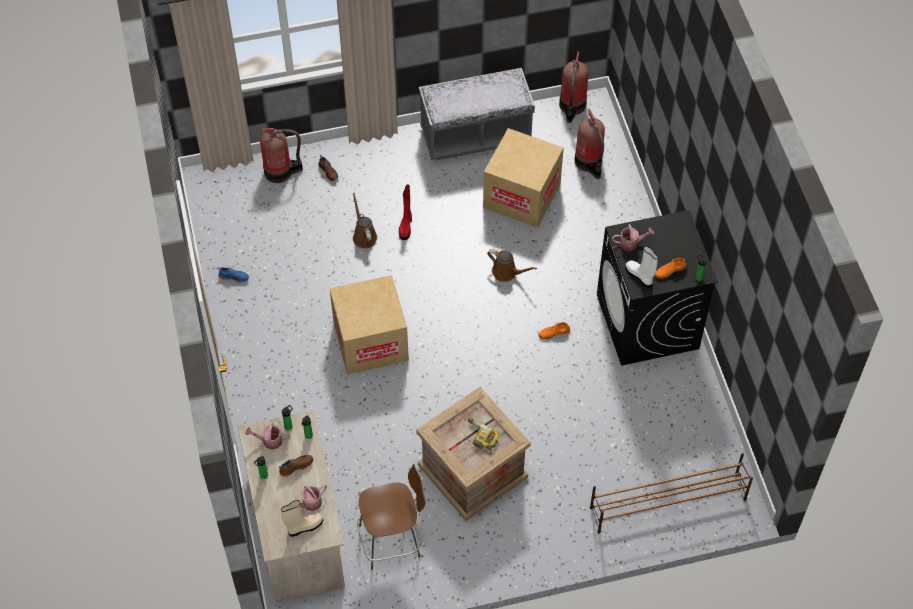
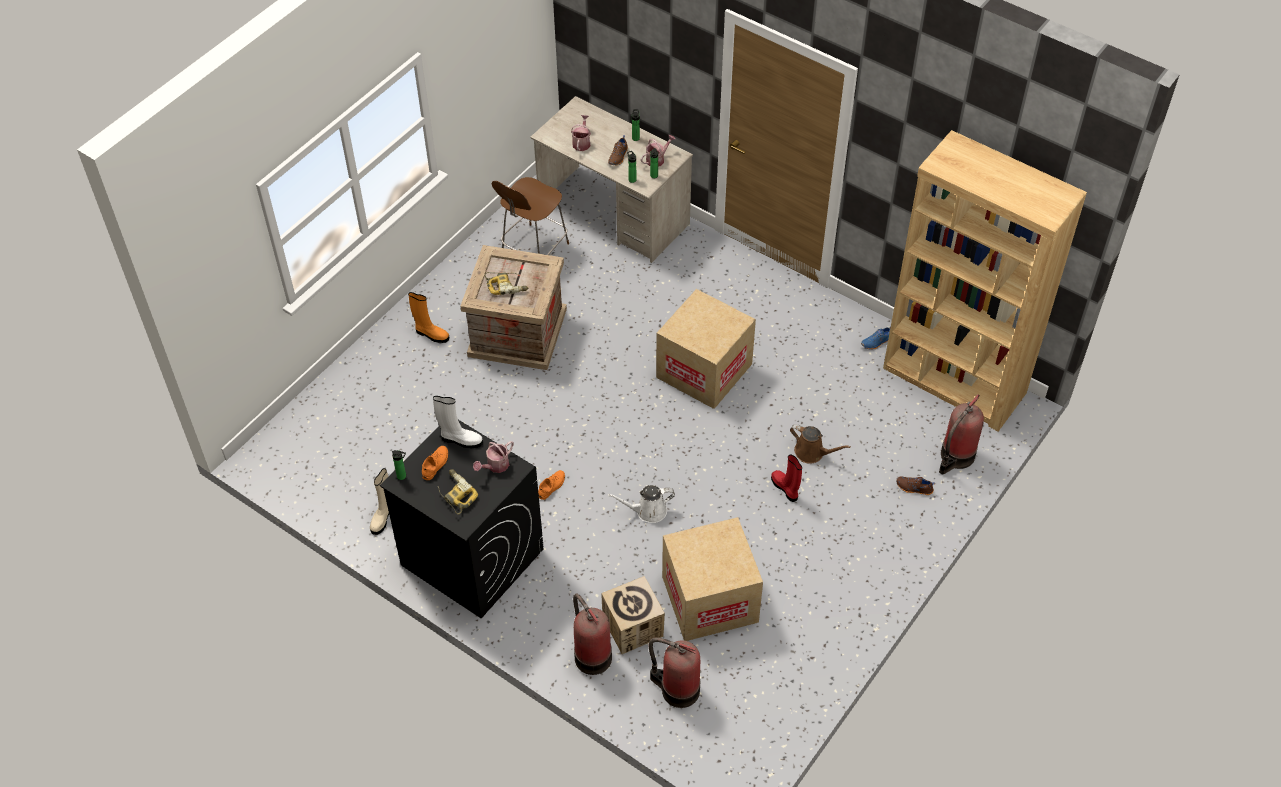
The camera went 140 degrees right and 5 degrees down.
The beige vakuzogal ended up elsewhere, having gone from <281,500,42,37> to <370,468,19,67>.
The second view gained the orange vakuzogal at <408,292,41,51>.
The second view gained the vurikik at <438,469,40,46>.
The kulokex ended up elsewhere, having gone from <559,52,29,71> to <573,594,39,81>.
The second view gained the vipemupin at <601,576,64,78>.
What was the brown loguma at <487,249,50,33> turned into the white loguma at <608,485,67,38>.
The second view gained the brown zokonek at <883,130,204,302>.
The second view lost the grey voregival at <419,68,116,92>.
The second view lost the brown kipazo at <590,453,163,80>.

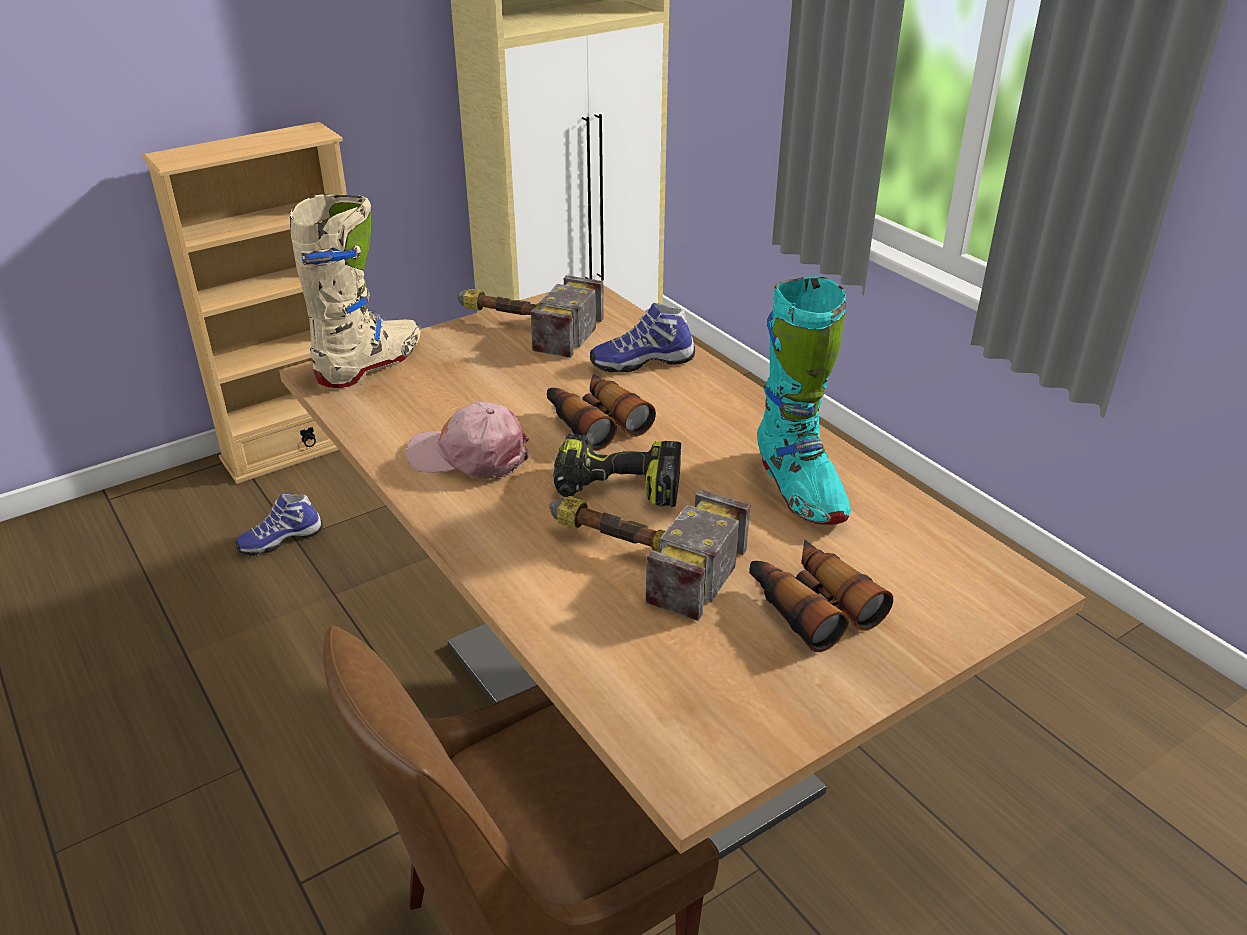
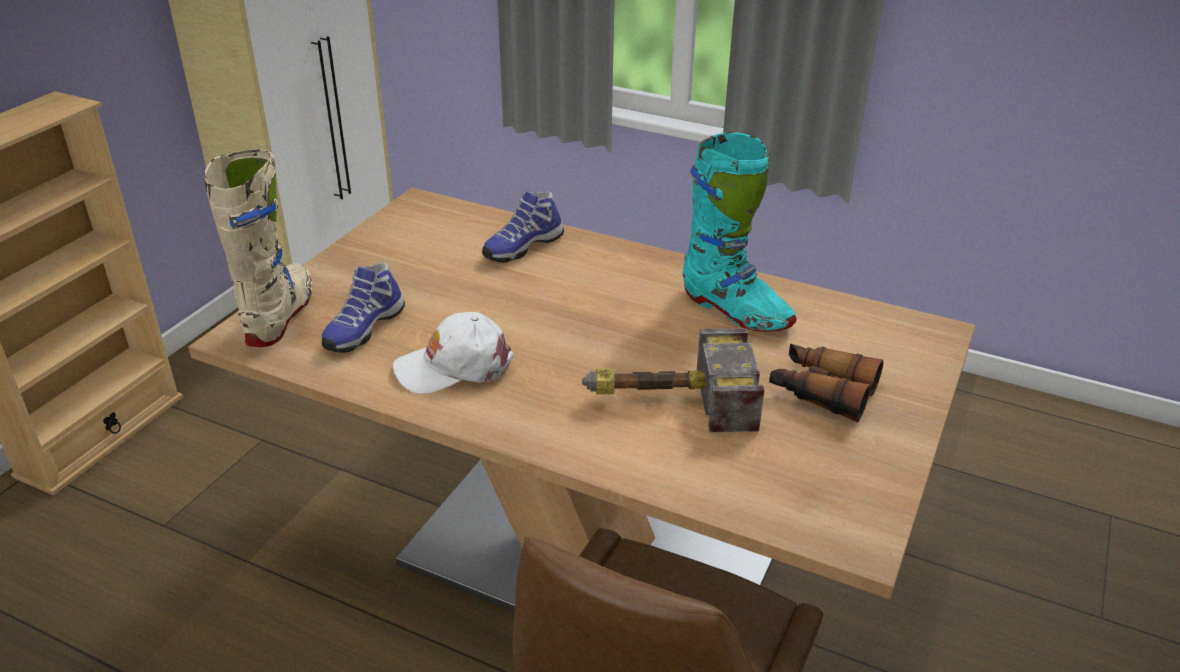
The camera went 30 degrees left and 0 degrees up.
The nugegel ended up elsewhere, having gone from <235,494,88,62> to <322,263,83,90>.
What was the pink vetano at <406,402,123,77> turned into the white vetano at <393,312,121,82>.
The second view lost the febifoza at <457,275,147,83>.
The second view lost the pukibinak at <547,374,109,77>.
The second view lost the vurikik at <553,434,128,73>.

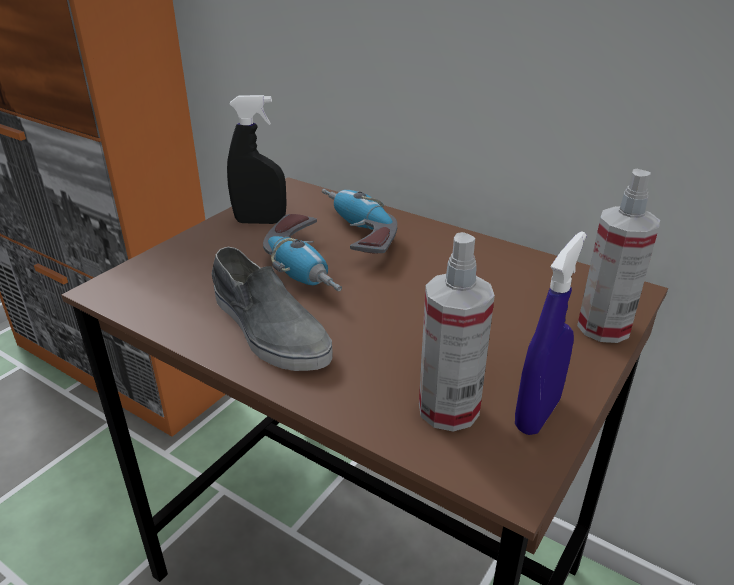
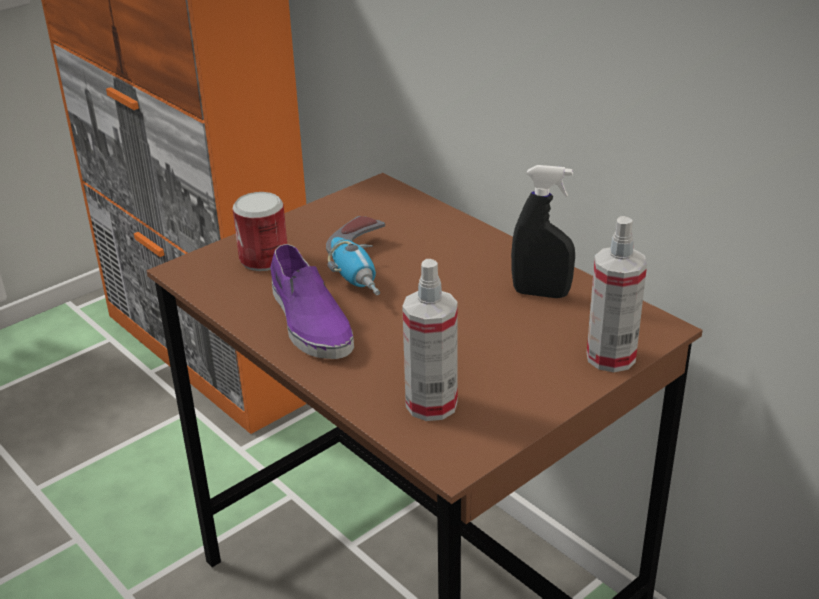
The camera went 15 degrees right and 0 degrees up.
The second view gained the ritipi at <233,192,54,79>.
What was the grey nugegel at <212,247,121,124> turned into the purple nugegel at <270,244,84,115>.
The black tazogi ended up elsewhere, having gone from <227,95,60,129> to <511,165,64,133>.
The second view lost the vurikik at <322,189,75,65>.
The second view lost the blue tazogi at <515,231,72,204>.

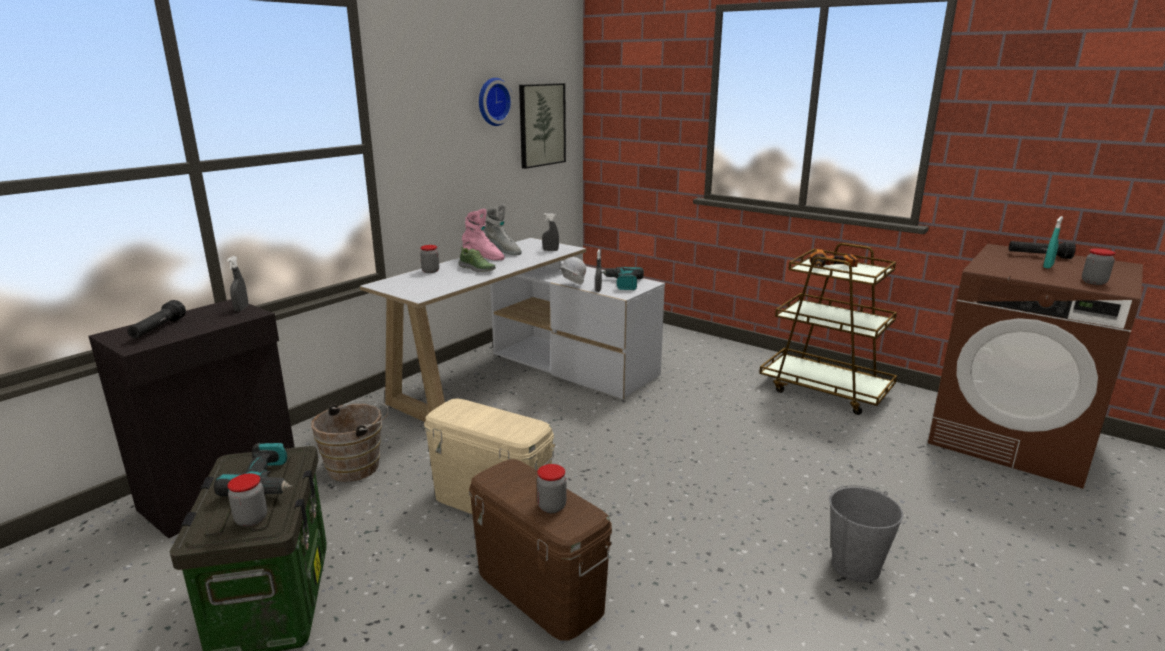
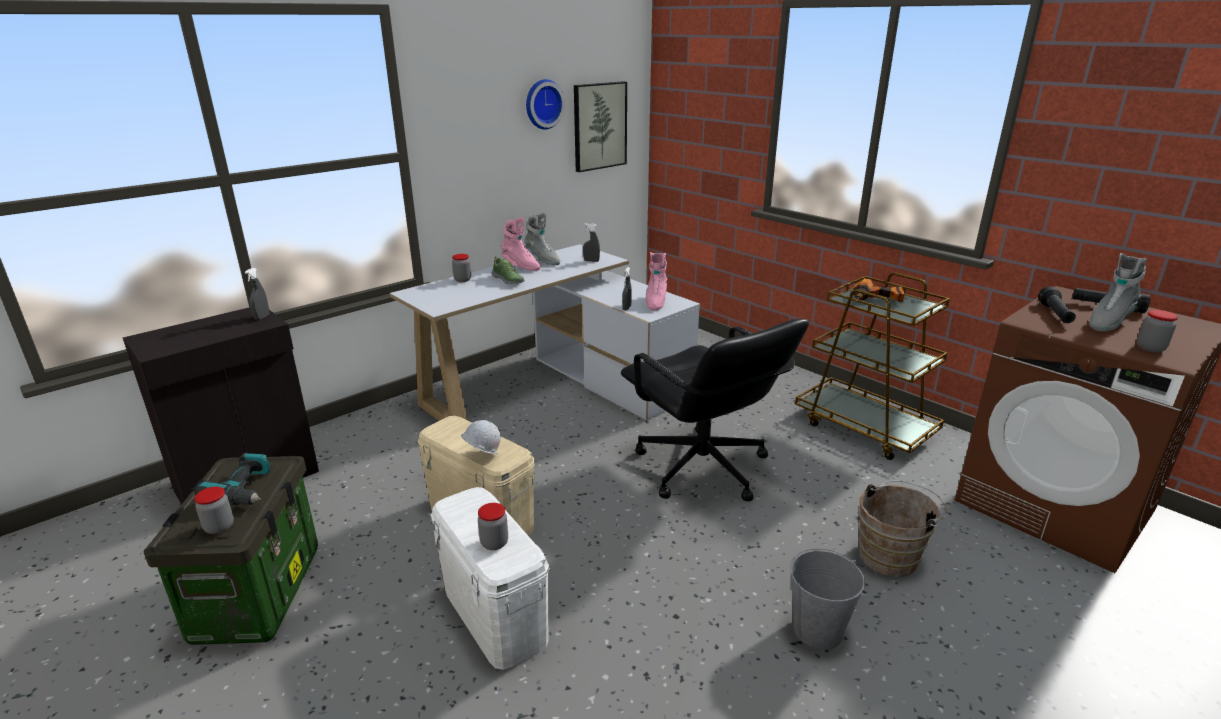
The camera went 10 degrees right and 5 degrees up.
What was the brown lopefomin at <469,459,143,182> turned into the white lopefomin at <431,487,119,183>.
The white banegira ended up elsewhere, having gone from <559,257,27,28> to <461,420,40,34>.
The second view gained the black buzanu at <621,319,188,183>.
Where the vurikik stood at <602,267,42,23>, the pink vakuzogal came to stand at <645,252,22,59>.
The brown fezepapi ended up elsewhere, having gone from <311,400,78,82> to <858,480,89,97>.
The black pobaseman ended up elsewhere, having gone from <127,300,59,39> to <1038,286,38,37>.
Where the turquoise tazogi stood at <1043,216,20,52>, the grey vakuzogal came to stand at <1089,253,58,79>.

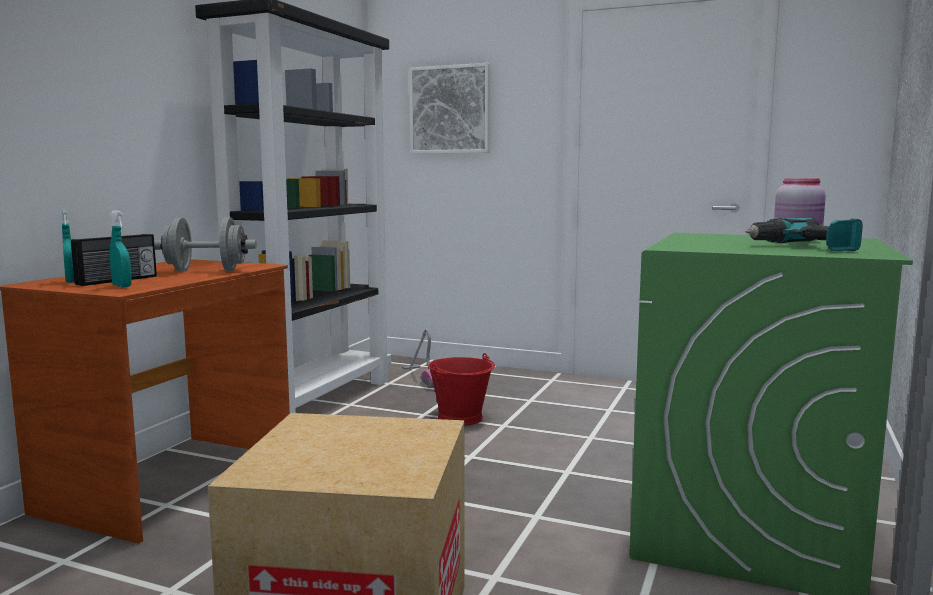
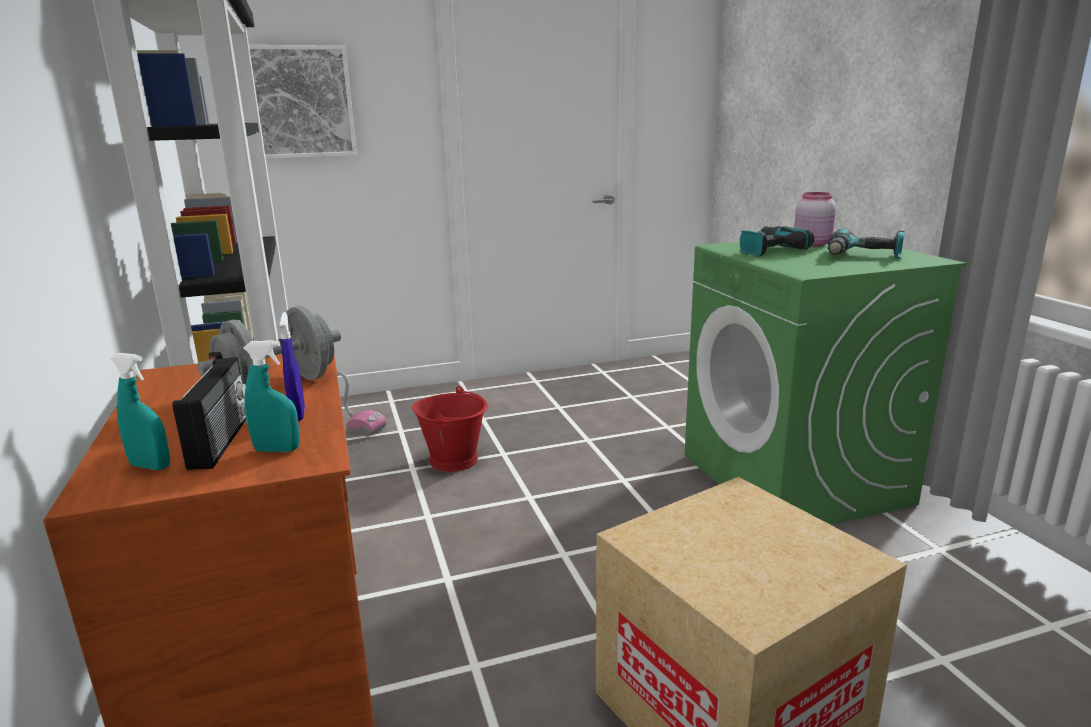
The camera went 40 degrees left and 10 degrees up.
The second view gained the blue tazogi at <280,312,25,109>.
The second view gained the vurikik at <739,226,75,30>.

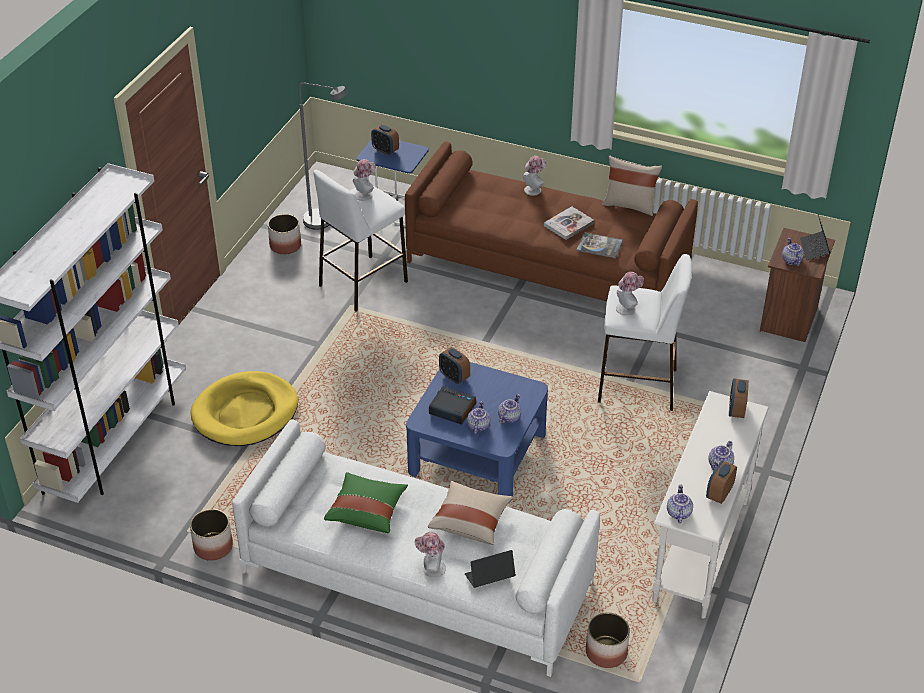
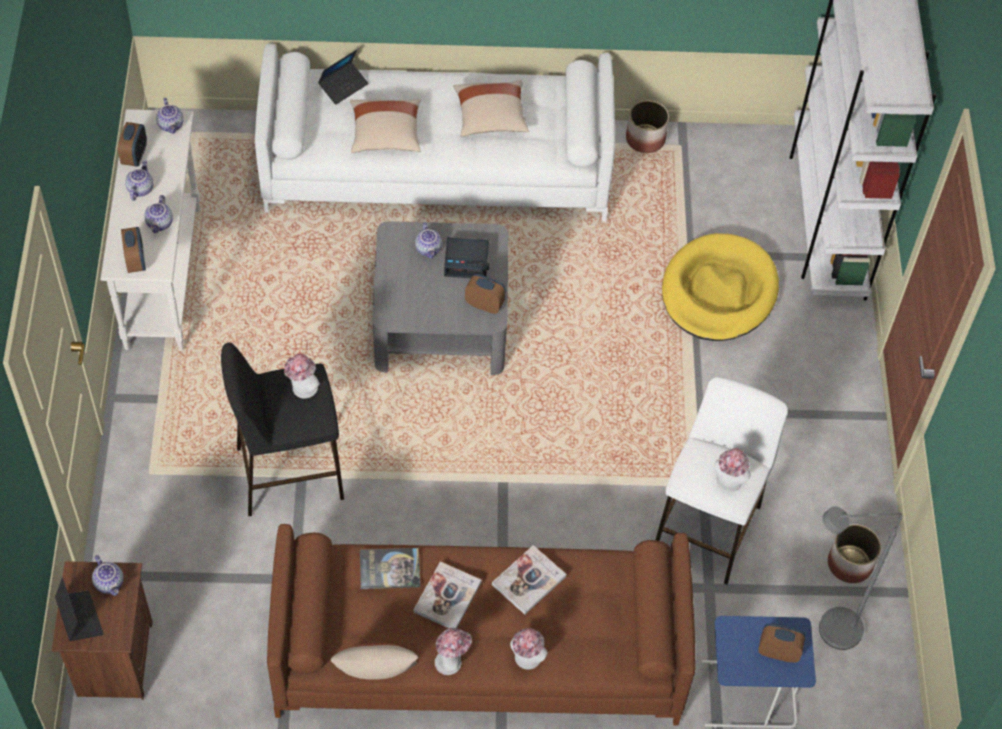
The camera went 155 degrees right and 15 degrees up.
The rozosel ended up elsewhere, having gone from <498,394,23,30> to <144,195,29,38>.
What was the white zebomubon at <598,254,94,157> turned into the black zebomubon at <221,342,123,174>.
What was the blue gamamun at <406,362,142,140> turned into the grey gamamun at <372,221,136,154>.
The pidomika ended up elsewhere, having gone from <415,532,31,46> to <435,627,37,48>.
What was the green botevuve at <324,472,84,61> turned into the beige botevuve at <453,80,76,57>.
The second view gained the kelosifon at <492,545,74,69>.
The second view lost the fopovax at <586,612,44,56>.

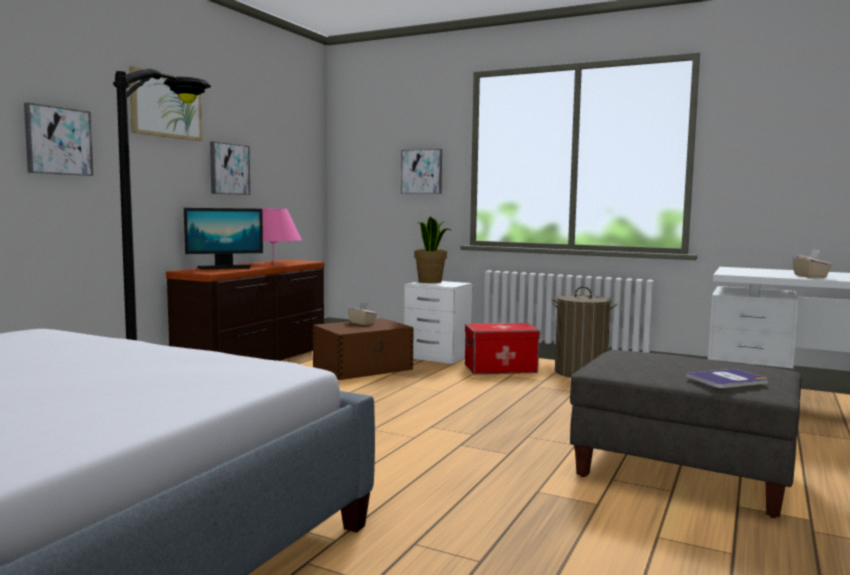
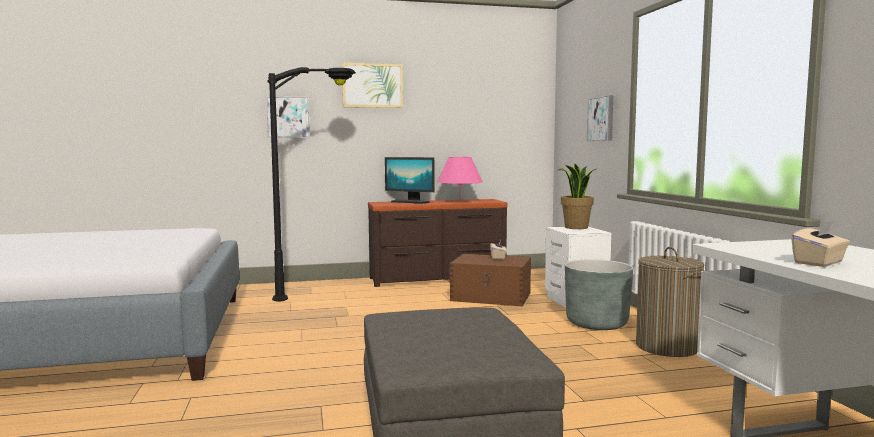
The camera went 50 degrees right and 0 degrees up.
Where the lopefomin stood at <465,323,75,51>, the grey fopovax came to stand at <565,259,68,71>.
The second view lost the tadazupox at <210,141,40,54>.
The second view lost the kelosifon at <686,369,82,19>.

